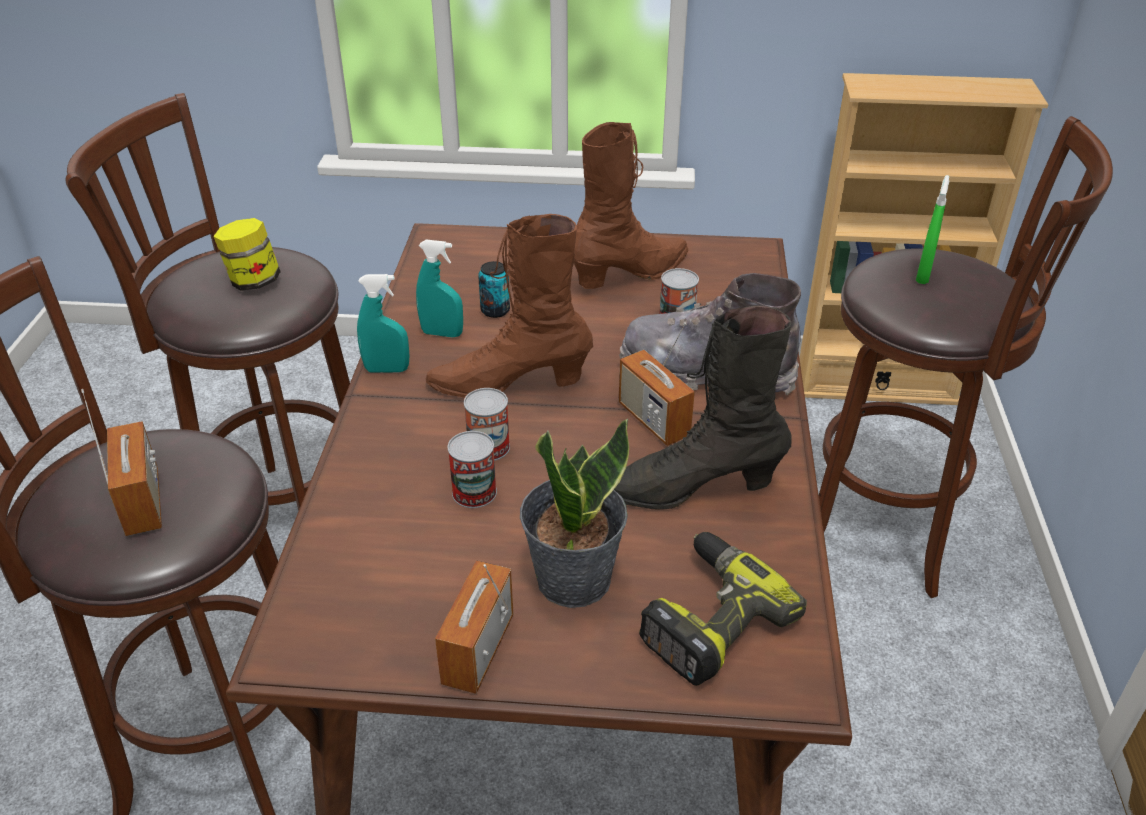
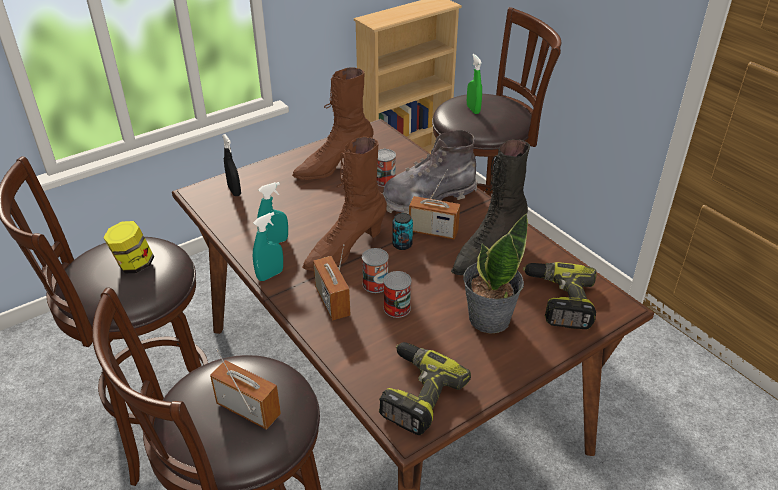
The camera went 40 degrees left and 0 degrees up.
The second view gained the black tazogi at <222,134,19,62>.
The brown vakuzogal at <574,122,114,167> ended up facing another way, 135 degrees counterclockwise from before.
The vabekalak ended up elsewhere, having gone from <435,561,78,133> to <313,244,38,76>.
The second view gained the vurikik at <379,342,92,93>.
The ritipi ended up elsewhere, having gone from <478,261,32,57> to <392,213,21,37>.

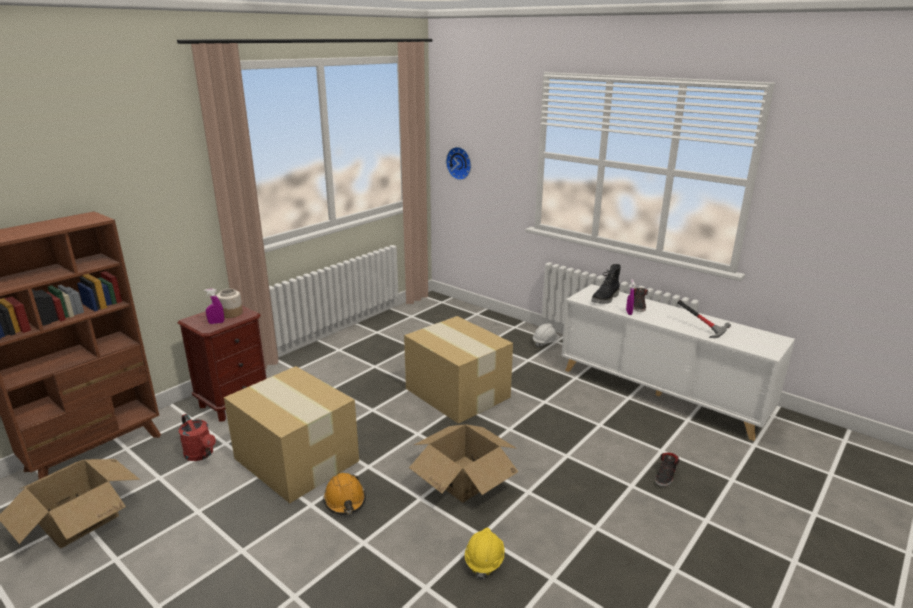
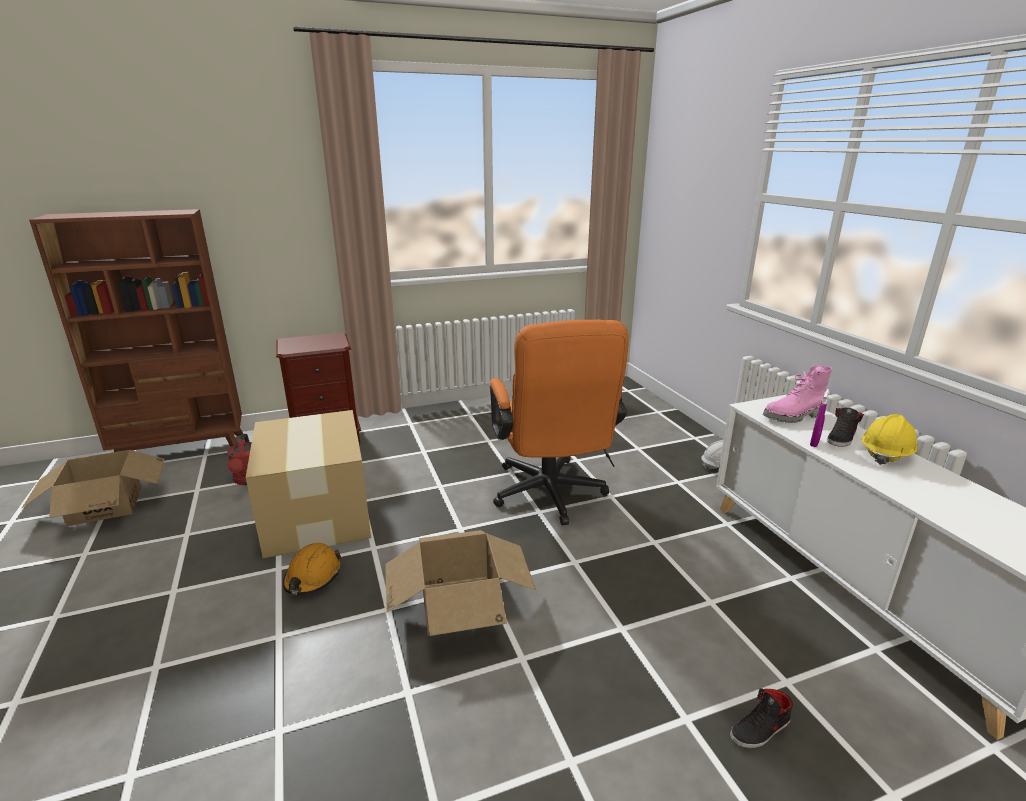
The camera went 30 degrees right and 0 degrees up.
Where the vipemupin stood at <404,316,109,108>, the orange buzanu came to stand at <490,320,139,205>.
What was the black vakuzogal at <591,264,30,40> turned into the pink vakuzogal at <763,366,69,57>.
The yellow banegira ended up elsewhere, having gone from <465,528,39,51> to <862,414,56,51>.
The second view lost the purple tazogi at <204,289,20,35>.
The second view lost the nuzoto at <217,289,26,29>.
The second view lost the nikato at <446,147,25,33>.
The second view lost the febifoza at <677,300,54,38>.

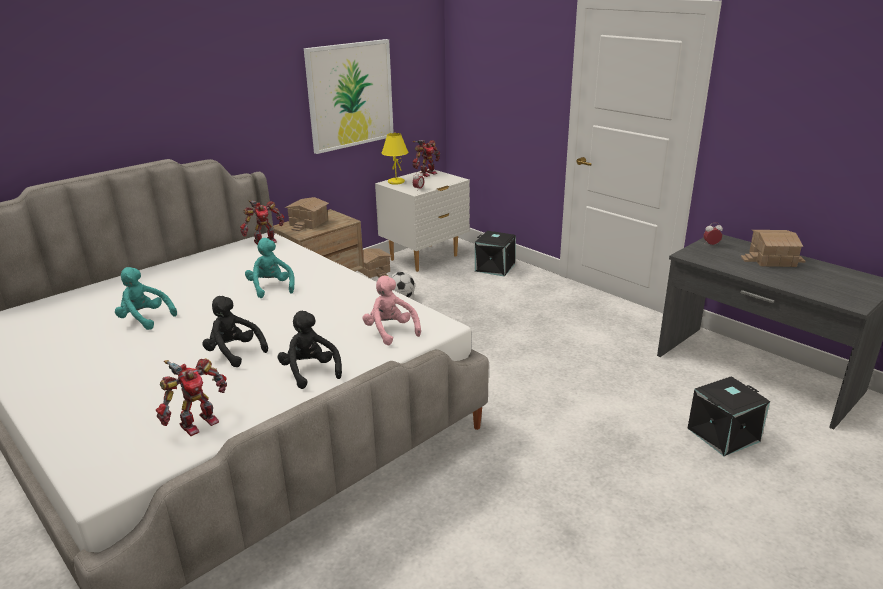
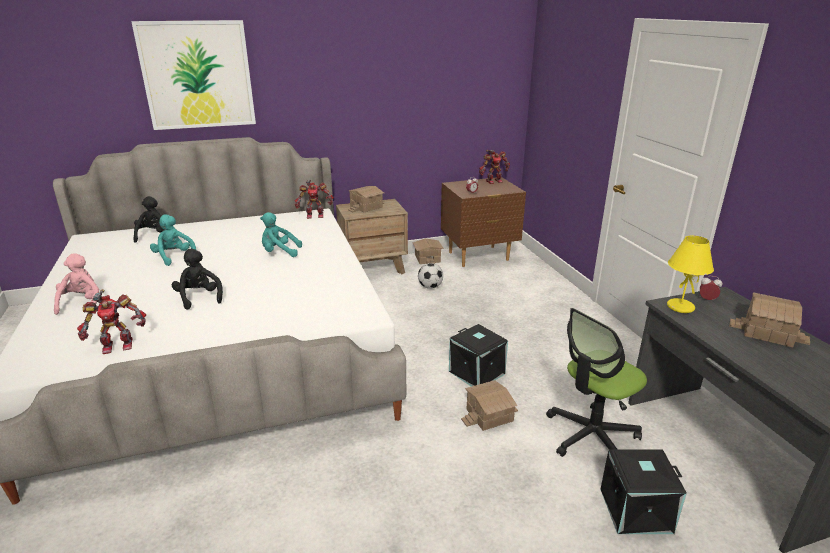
The camera went 25 degrees right and 0 degrees up.
The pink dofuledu ended up elsewhere, having gone from <362,276,59,69> to <54,253,45,62>.
The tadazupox ended up elsewhere, having gone from <304,39,90,115> to <131,20,125,110>.
The black dofuledu ended up elsewhere, having gone from <278,311,64,78> to <134,196,31,47>.
The turquoise dofuledu at <245,238,50,60> ended up facing another way, 90 degrees counterclockwise from before.
What was the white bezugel at <375,169,95,103> turned into the brown bezugel at <441,177,85,90>.
The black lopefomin ended up elsewhere, having gone from <475,231,41,46> to <449,324,59,63>.
The second view gained the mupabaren at <461,380,57,51>.
The second view gained the buzanu at <546,308,101,149>.
The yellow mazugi ended up elsewhere, having gone from <381,133,27,52> to <667,236,47,77>.

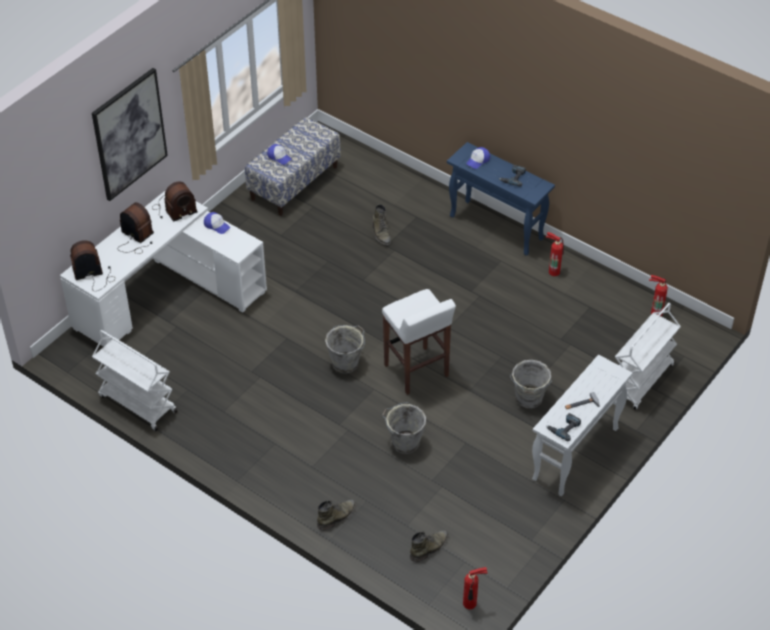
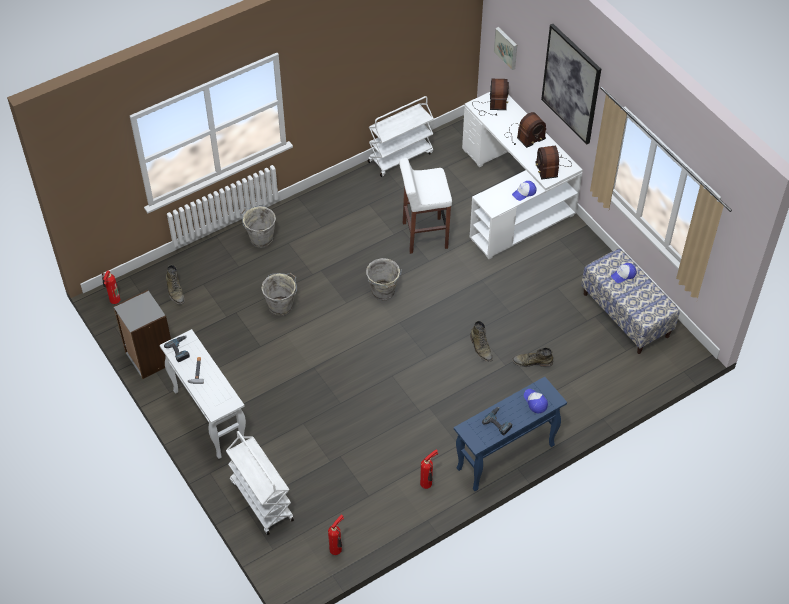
The camera went 110 degrees right and 5 degrees up.
The second view gained the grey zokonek at <113,290,58,89>.
The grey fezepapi ended up elsewhere, having gone from <510,360,42,48> to <241,205,35,43>.
The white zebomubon ended up elsewhere, having gone from <382,289,74,106> to <399,158,53,96>.
The green vakuzogal ended up elsewhere, having gone from <317,500,39,31> to <470,321,23,41>.
The second view gained the tadazupox at <494,27,23,43>.

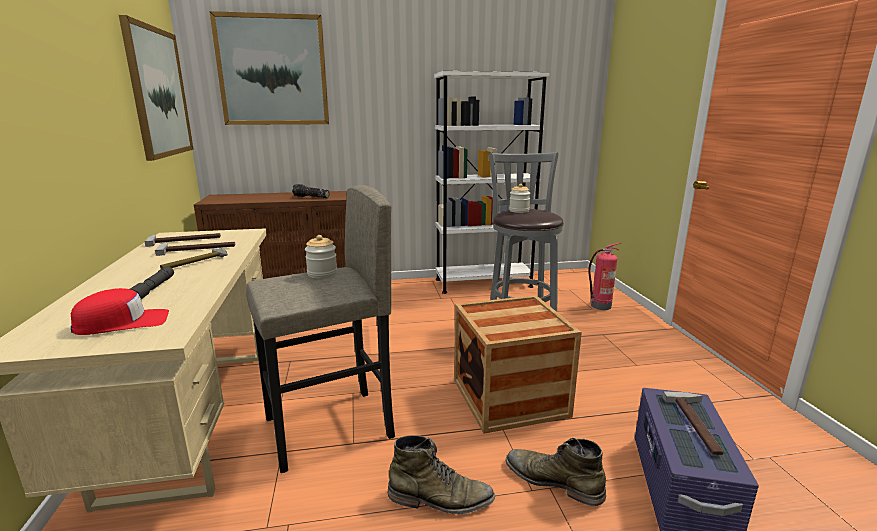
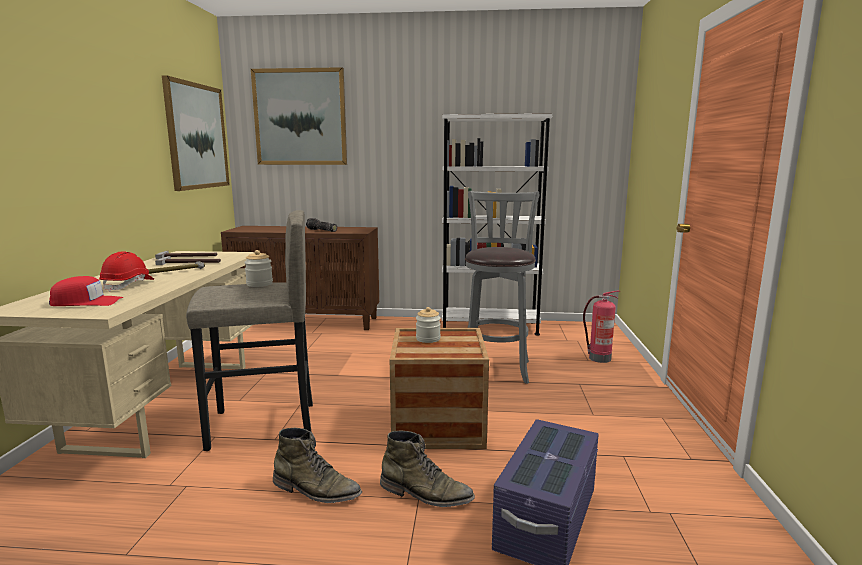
The camera went 15 degrees right and 5 degrees down.
Where the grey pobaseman stood at <130,267,44,32>, the red banegira came to stand at <99,252,55,40>.
The green vakuzogal at <506,438,100,68> ended up facing another way, 150 degrees clockwise from before.
The nuzoto ended up elsewhere, having gone from <509,184,22,29> to <416,307,25,36>.
The second view lost the febifoza at <662,391,62,64>.

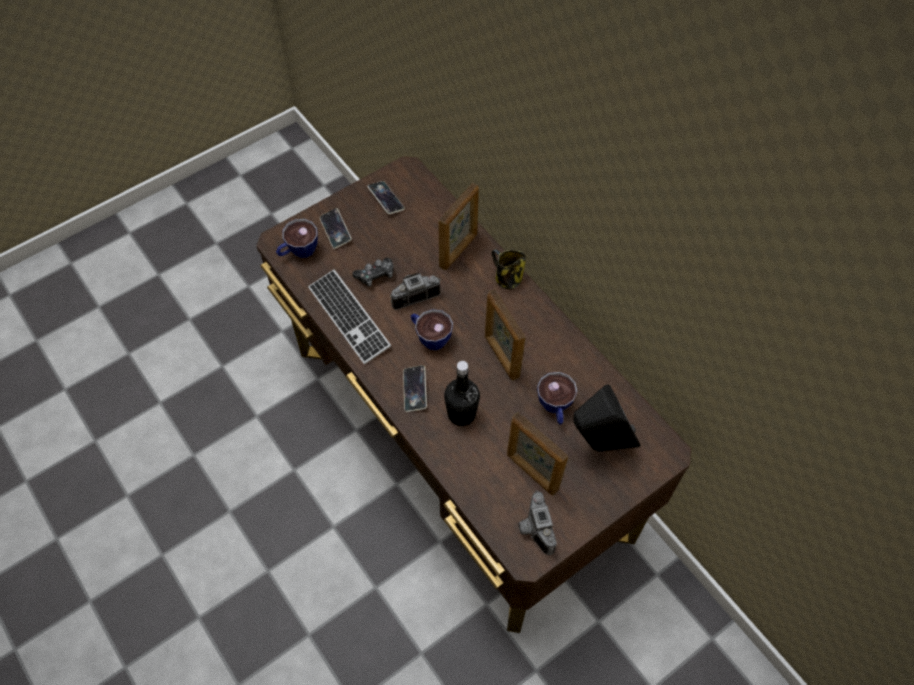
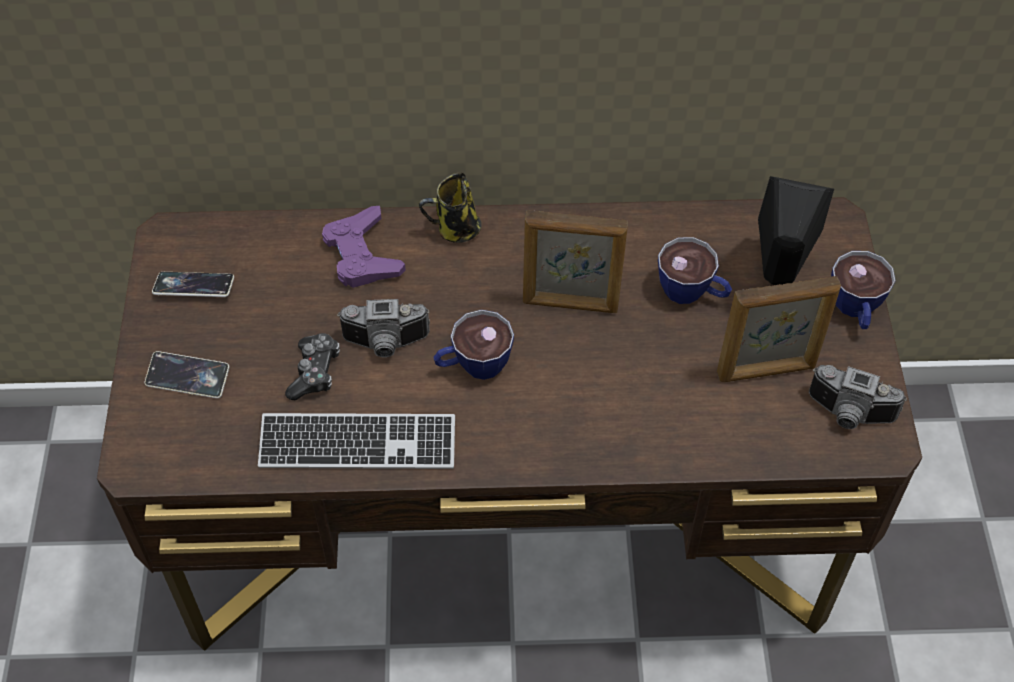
The camera went 55 degrees left and 5 degrees down.
Where the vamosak stood at <439,183,40,87>, the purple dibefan came to stand at <322,206,84,82>.
The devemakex at <390,273,51,37> ended up facing another way, 105 degrees counterclockwise from before.
The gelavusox ended up elsewhere, having gone from <276,219,42,39> to <831,251,65,78>.
The second view lost the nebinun at <403,365,24,47>.
The second view lost the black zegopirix at <444,361,36,65>.

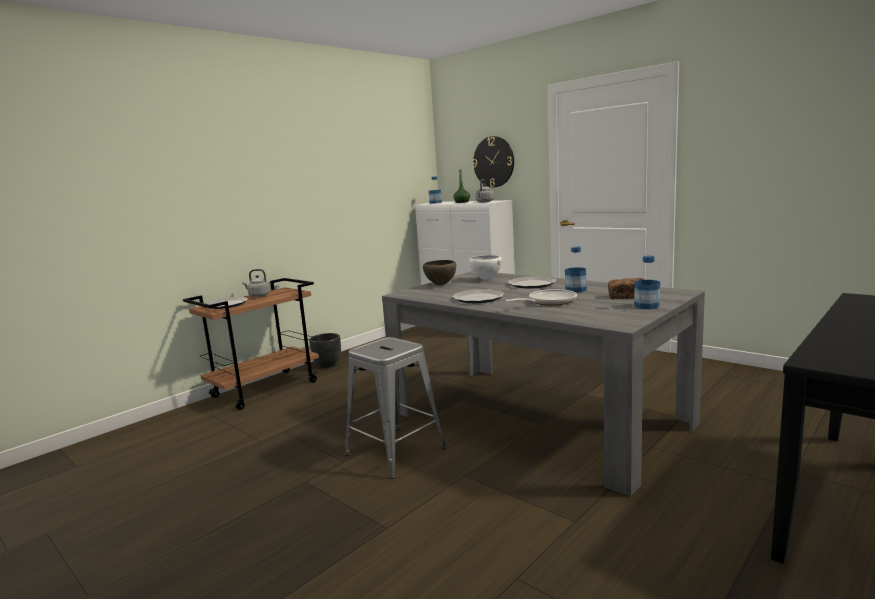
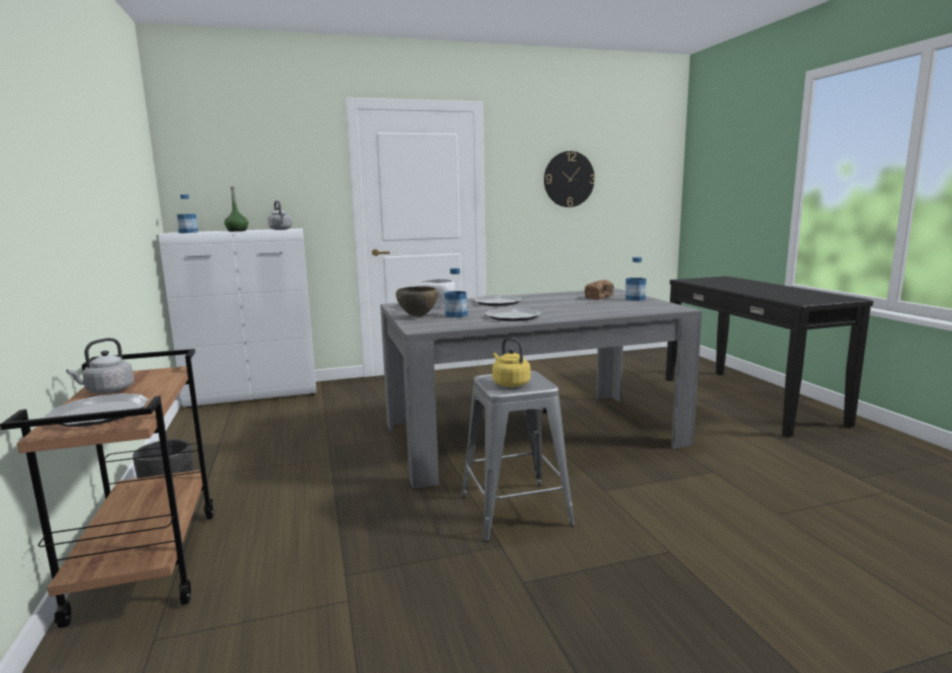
The camera went 60 degrees left and 0 degrees up.
The zegopirix ended up elsewhere, having gone from <565,246,22,46> to <444,268,23,50>.
The second view gained the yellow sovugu at <492,338,38,49>.
The nikato ended up elsewhere, having gone from <472,136,42,51> to <544,151,51,56>.
The second view lost the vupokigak at <505,289,72,16>.

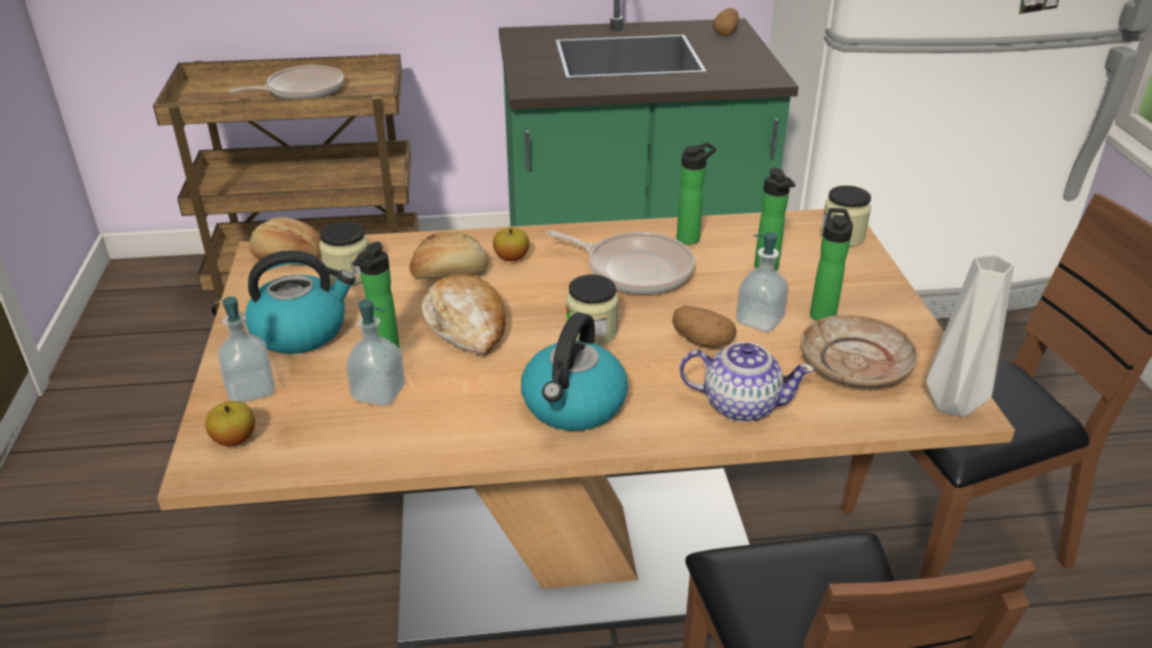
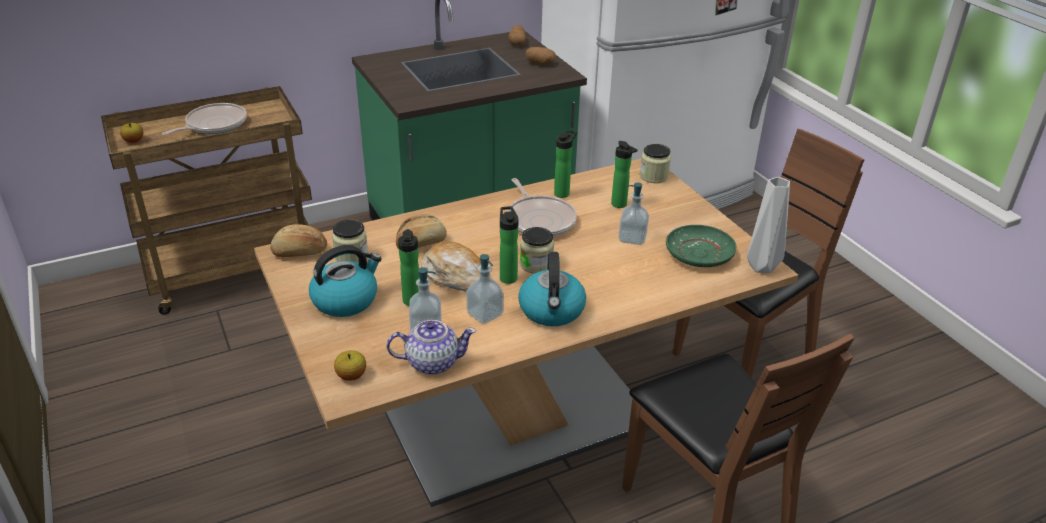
The camera went 20 degrees left and 0 degrees up.
The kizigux ended up elsewhere, having gone from <493,227,36,34> to <120,123,24,20>.
The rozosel ended up elsewhere, having gone from <679,342,135,80> to <386,320,90,55>.
The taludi ended up elsewhere, having gone from <218,297,57,106> to <466,254,38,70>.
The zegopirix ended up elsewhere, having gone from <810,208,43,113> to <500,206,19,78>.
The vupokigak at <546,230,149,64> ended up facing another way, 60 degrees clockwise from before.
The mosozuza ended up elsewhere, having gone from <672,306,65,42> to <526,47,30,18>.
What was the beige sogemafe at <801,315,118,73> turned into the green sogemafe at <666,225,70,42>.

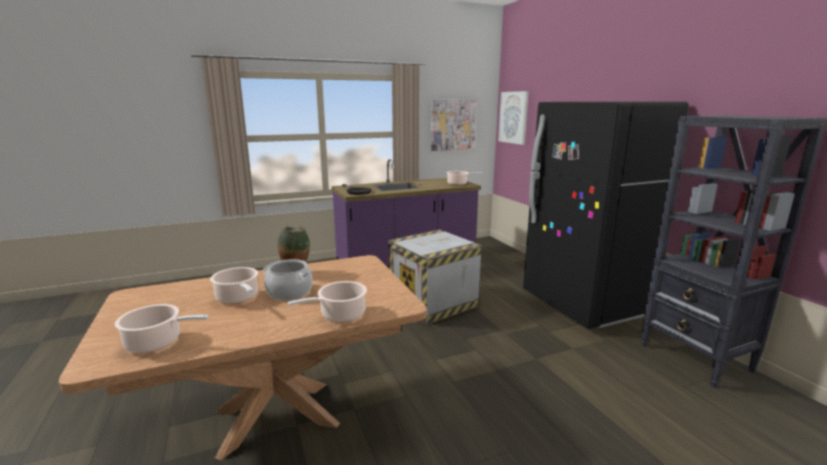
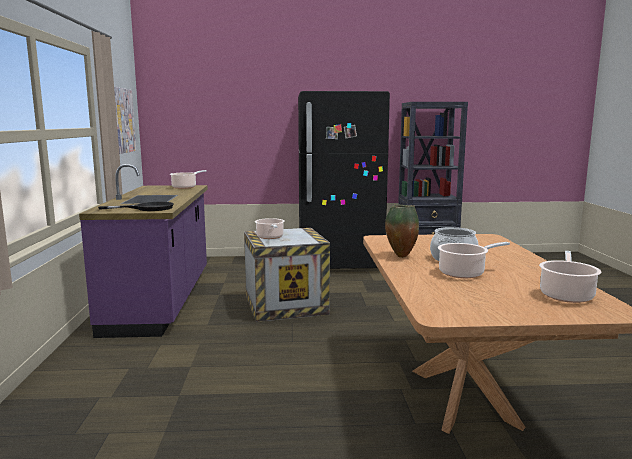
The camera went 70 degrees left and 5 degrees down.
The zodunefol ended up elsewhere, having gone from <288,281,79,41> to <255,218,30,21>.
The second view lost the tadazupox at <498,91,31,54>.

